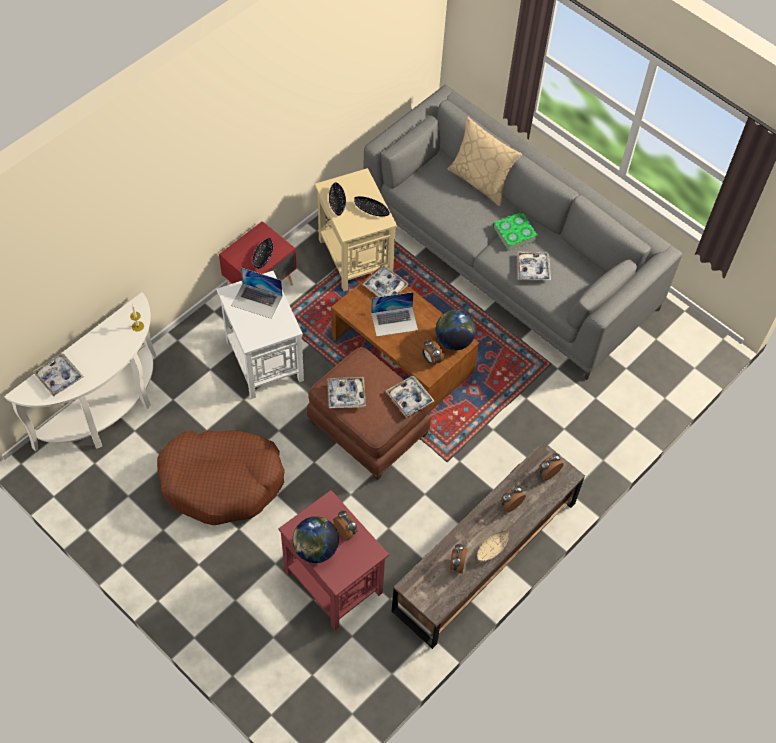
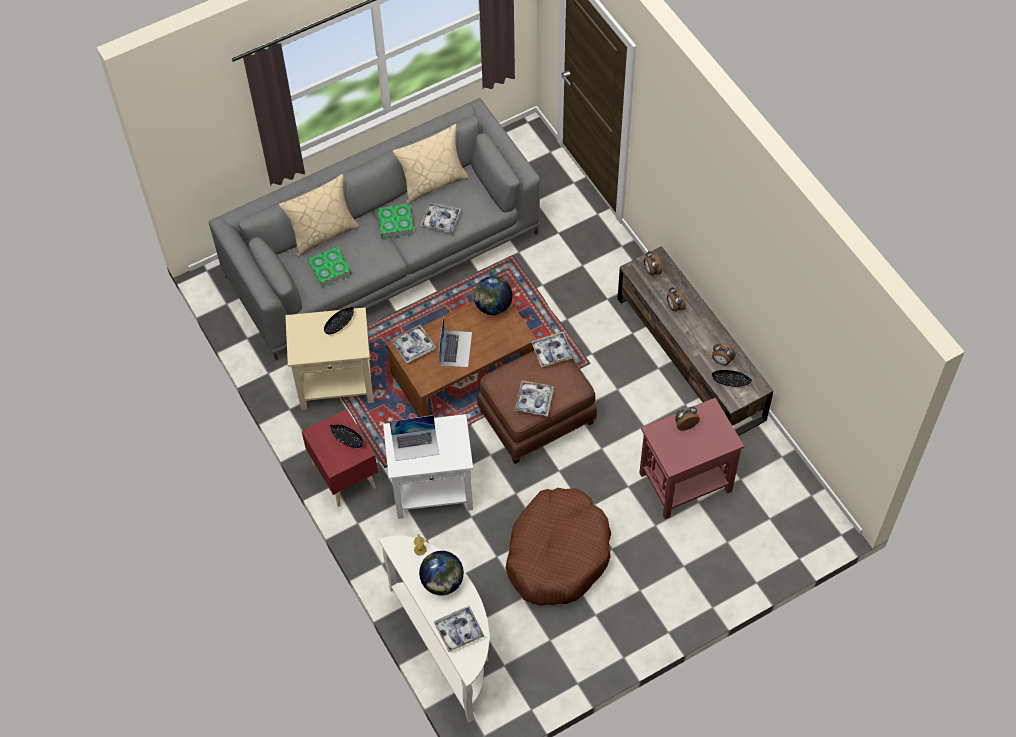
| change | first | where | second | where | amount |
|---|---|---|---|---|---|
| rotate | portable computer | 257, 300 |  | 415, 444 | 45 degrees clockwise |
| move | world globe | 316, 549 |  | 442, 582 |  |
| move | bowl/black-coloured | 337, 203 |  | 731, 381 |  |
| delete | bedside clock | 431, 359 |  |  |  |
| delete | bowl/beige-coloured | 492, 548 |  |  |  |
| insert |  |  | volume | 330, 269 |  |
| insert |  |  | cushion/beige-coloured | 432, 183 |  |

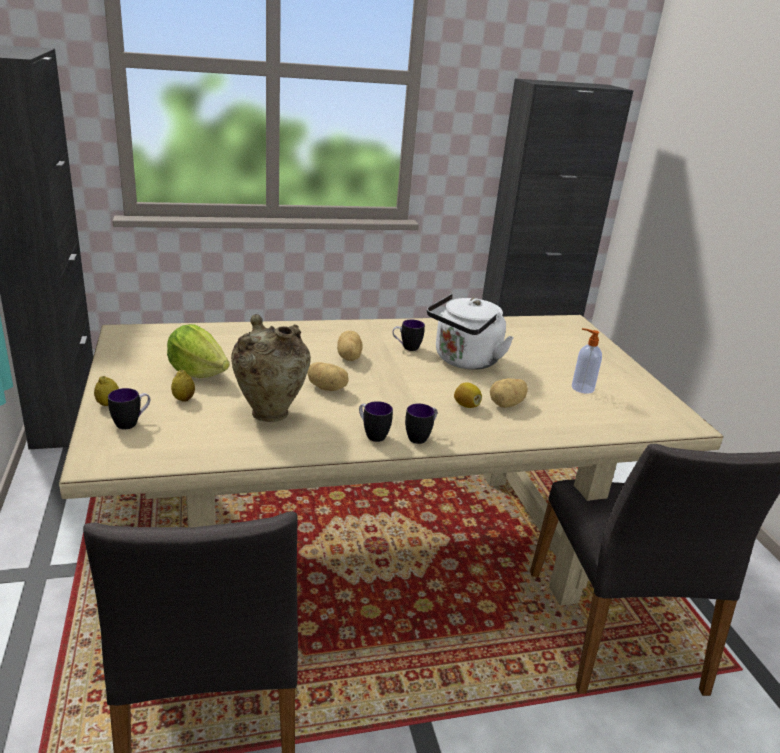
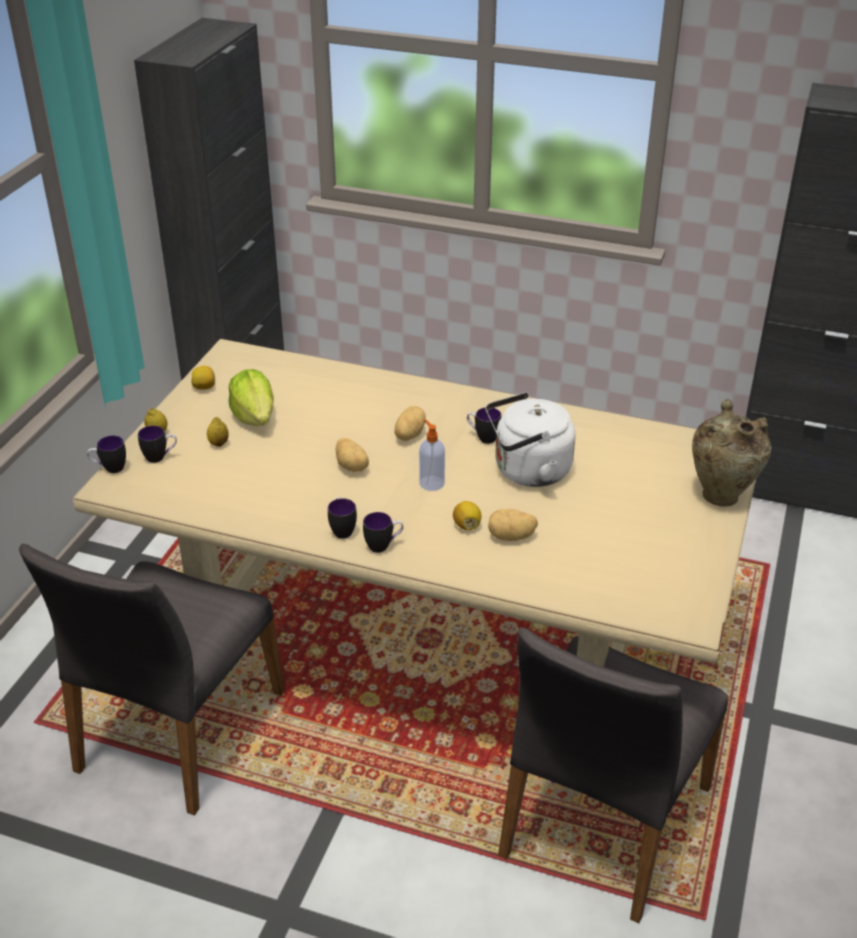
| change | first | where | second | where | amount |
|---|---|---|---|---|---|
| move | vase/beige-coloured | 270, 412 |  | 721, 494 |  |
| move | soap bottle | 581, 388 |  | 431, 483 |  |
| insert |  |  | mug | 109, 469 |  |
| insert |  |  | whole lemon | 204, 387 |  |

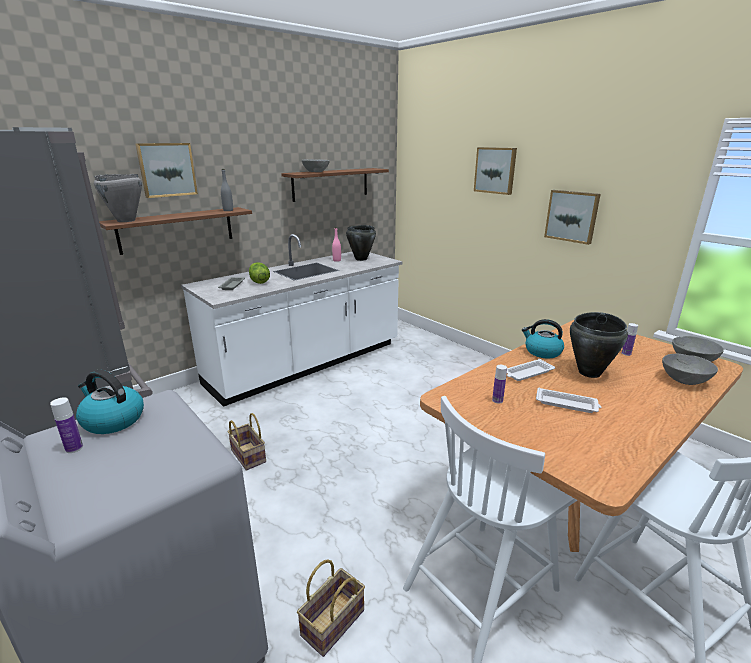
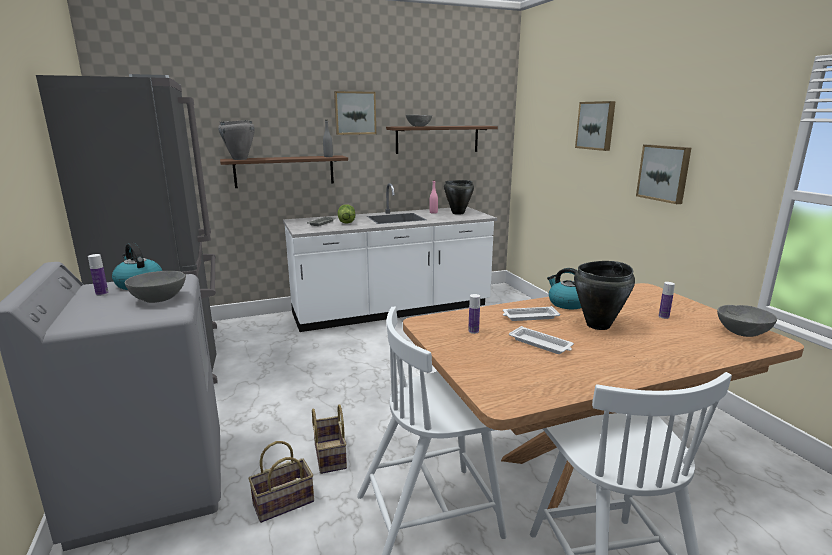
| change | first | where | second | where | amount |
|---|---|---|---|---|---|
| move | wall art | 167, 169 |  | 355, 113 |  |
| move | basket | 247, 456 |  | 329, 455 |  |
| move | bowl/grey | 684, 380 |  | 159, 299 |  |

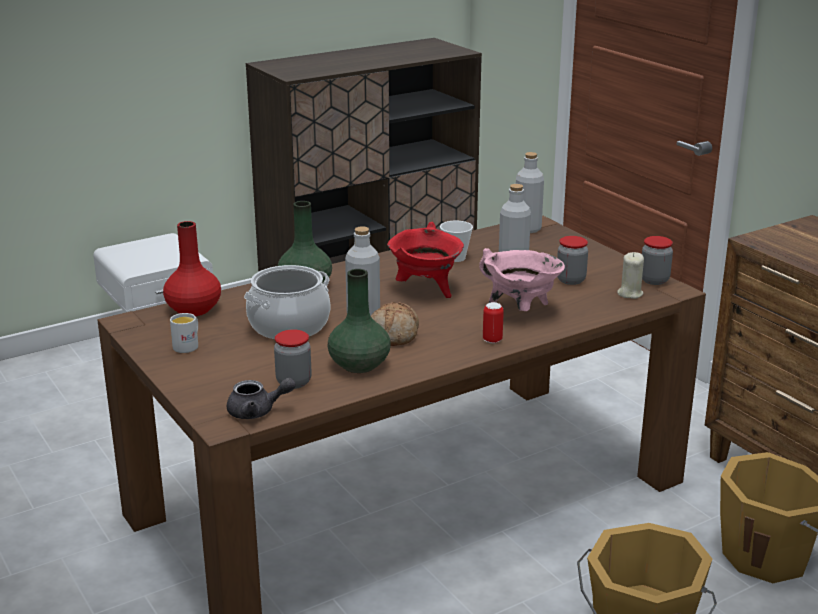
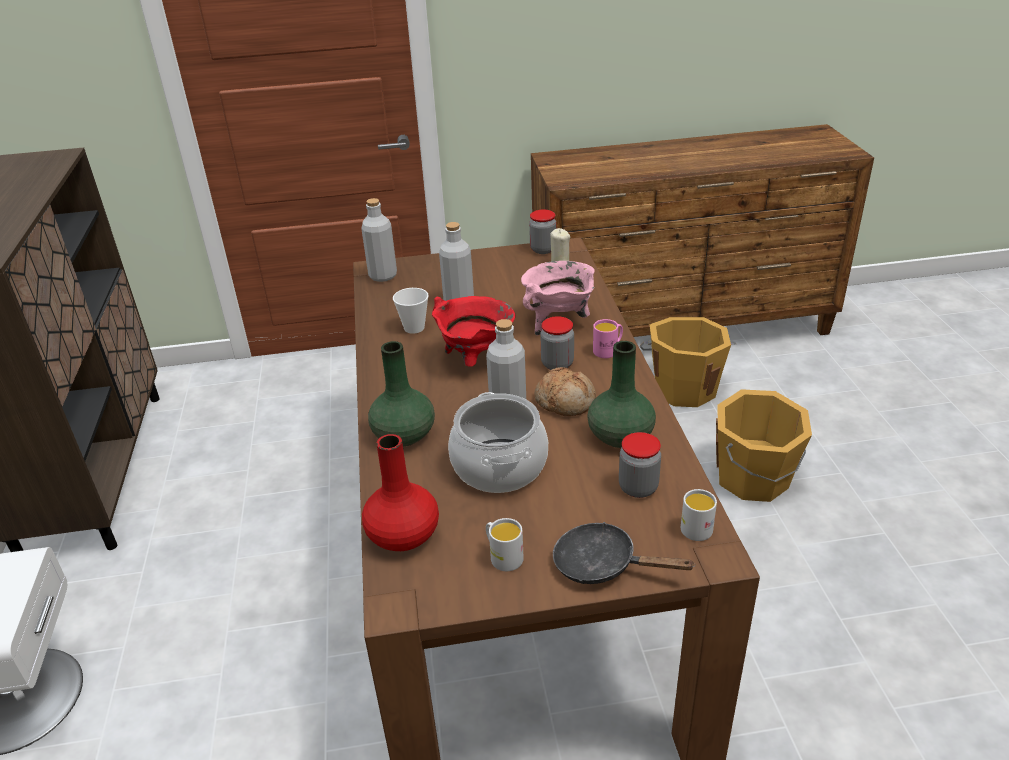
| change | first | where | second | where | amount |
|---|---|---|---|---|---|
| replace | tea pot/grey | 257, 411 | mug/whitish | 696, 525 |  |
| replace | metal can | 492, 340 | mug/pink | 608, 350 |  |
| move | jar | 571, 280 |  | 557, 364 |  |
| insert |  |  | pan/black-coloured | 603, 564 |  |

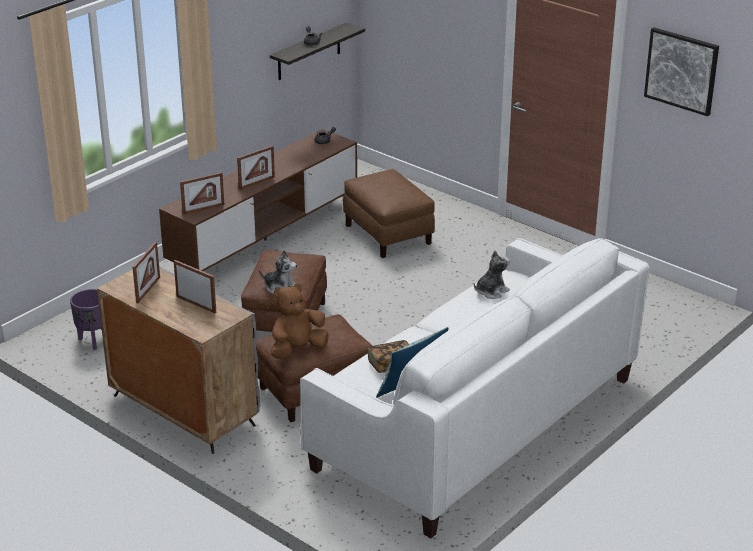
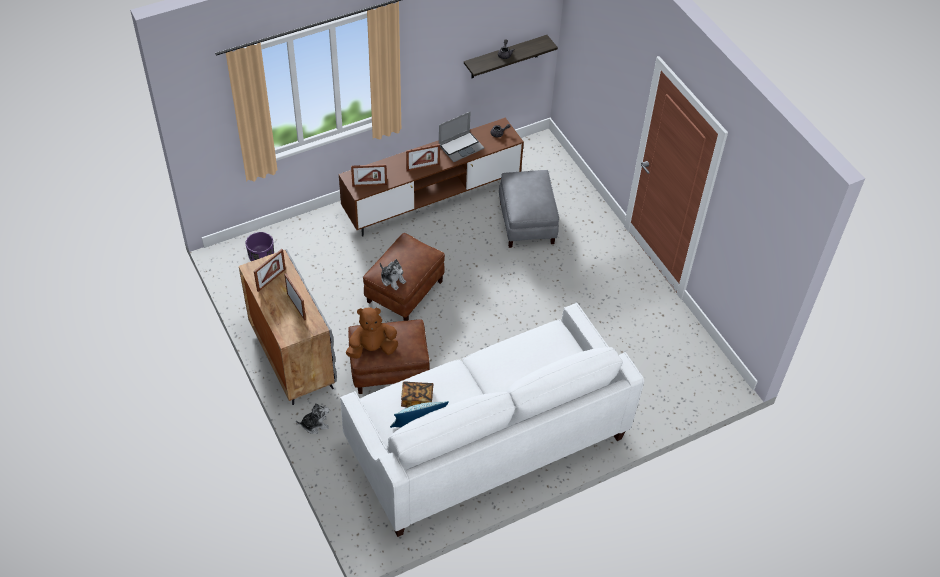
| change | first | where | second | where | amount |
|---|---|---|---|---|---|
| recolor | pouffe/brown | 388, 234 | pouffe/grey | 527, 223 |  |
| move | cuddly toy | 491, 291 |  | 315, 424 |  |
| delete | wall art | 681, 70 |  |  |  |
| insert |  |  | portable computer | 461, 147 |  |

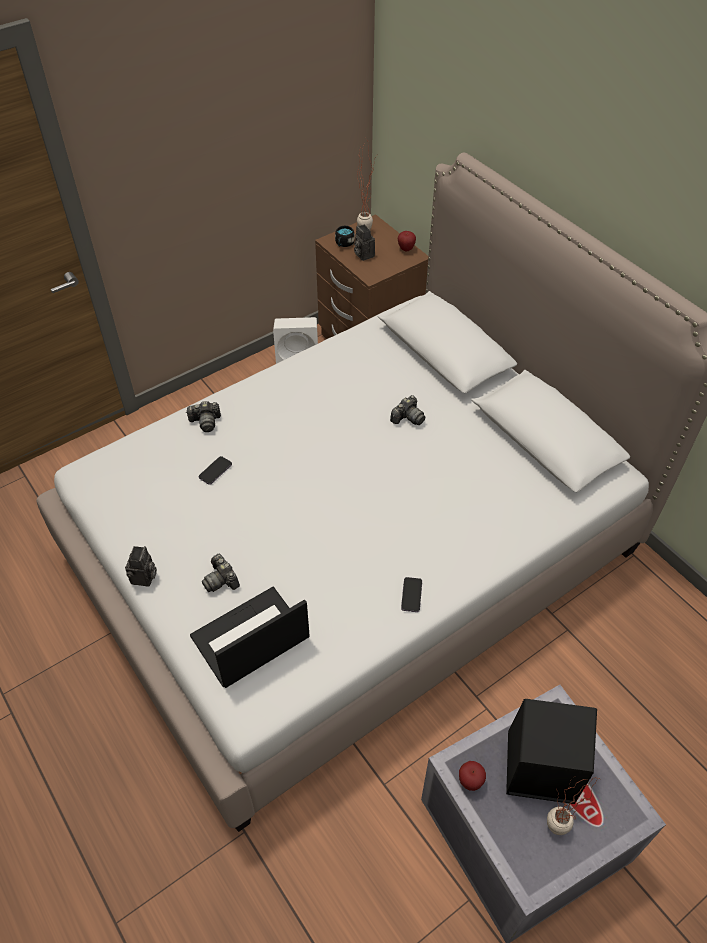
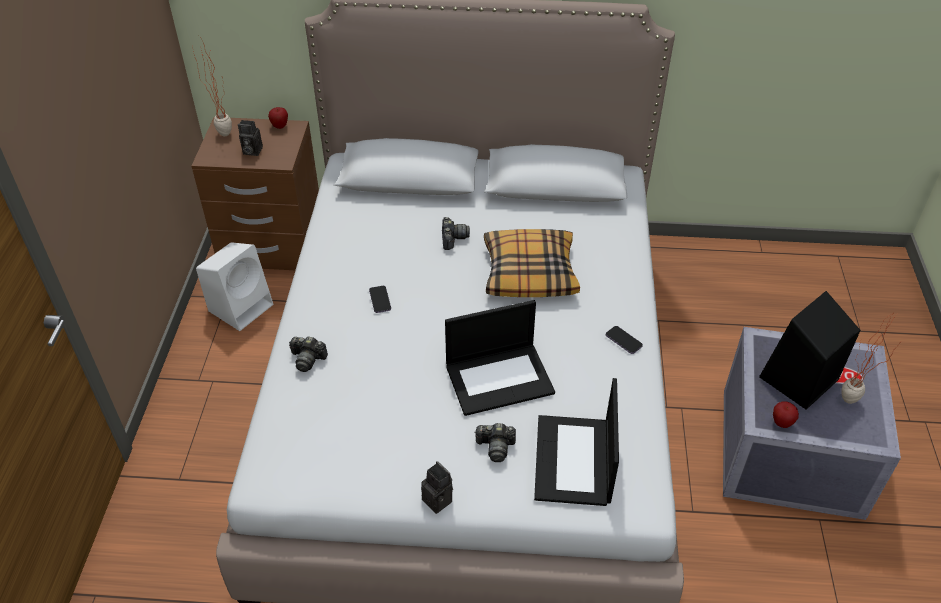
| change | first | where | second | where | amount |
|---|---|---|---|---|---|
| rotate | still camera | 205, 422 |  | 308, 359 | 75 degrees clockwise |
| move | handset | 215, 471 |  | 380, 300 |  |
| delete | mug/black-coloured | 343, 244 |  |  |  |
| insert |  |  | portable computer | 500, 378 |  |
| insert |  |  | cushion | 529, 272 |  |

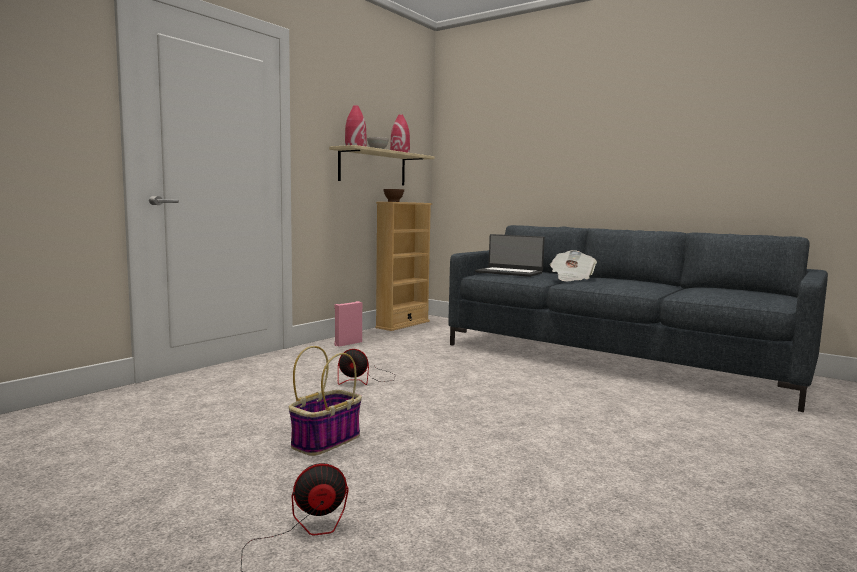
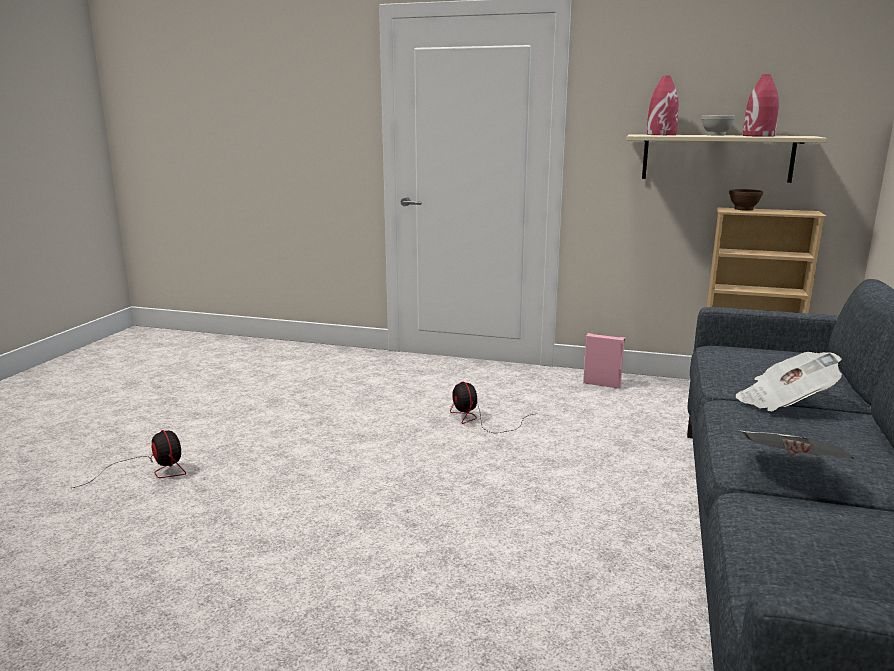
| change | first | where | second | where | amount |
|---|---|---|---|---|---|
| delete | basket | 326, 440 |  |  |  |
| delete | portable computer | 509, 272 |  |  |  |
| insert |  |  | newspaper | 790, 471 |  |

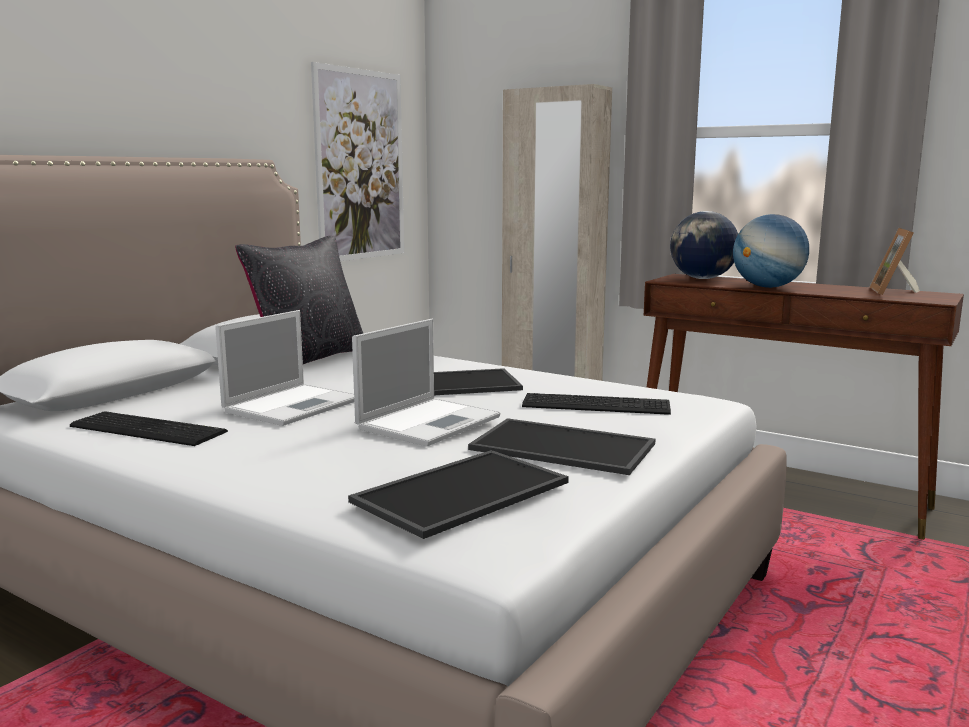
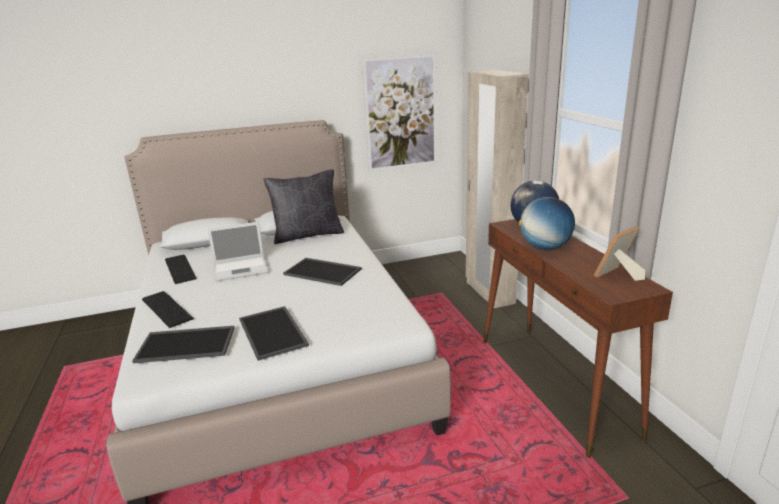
| change | first | where | second | where | amount |
|---|---|---|---|---|---|
| delete | portable computer | 430, 422 |  |  |  |
| move | computer keyboard | 594, 404 |  | 168, 308 |  |

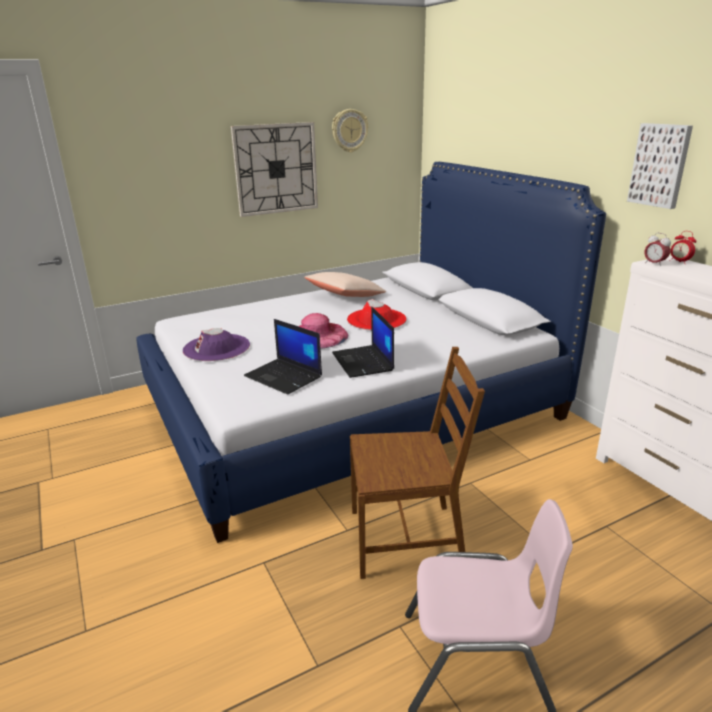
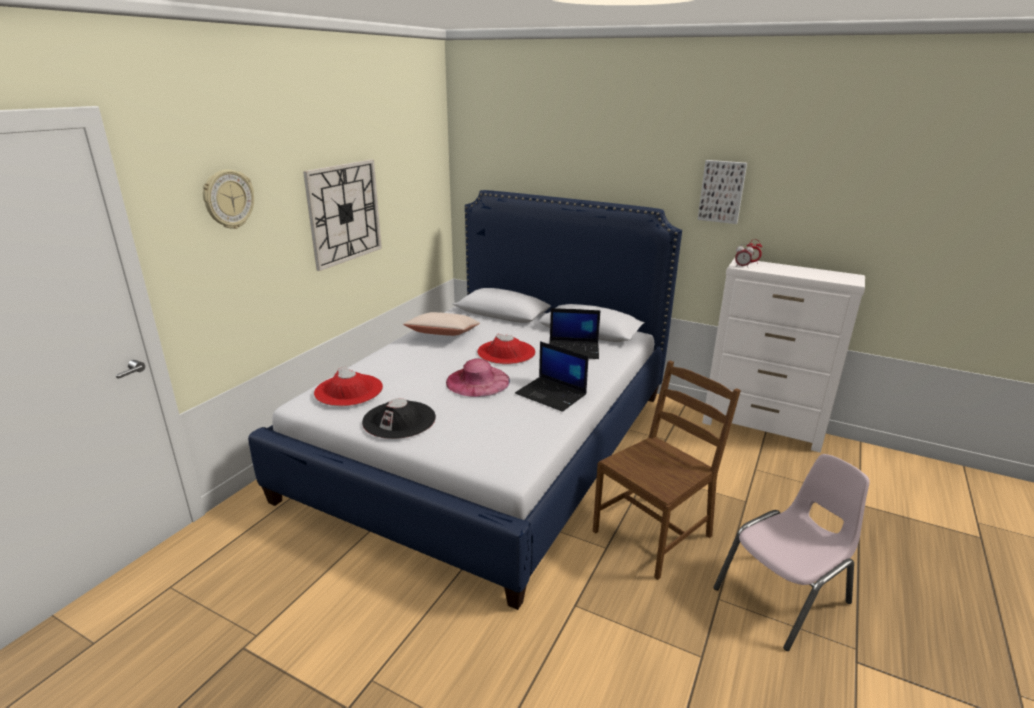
| change | first | where | second | where | amount |
|---|---|---|---|---|---|
| recolor | wearable hat/purple | 216, 348 | wearable hat/black-coloured | 399, 420 |  |
| move | portable computer | 284, 376 |  | 574, 350 |  |
| move | clock on the wall | 349, 130 |  | 228, 199 |  |
| insert |  |  | wearable hat/reddish | 348, 390 |  |

